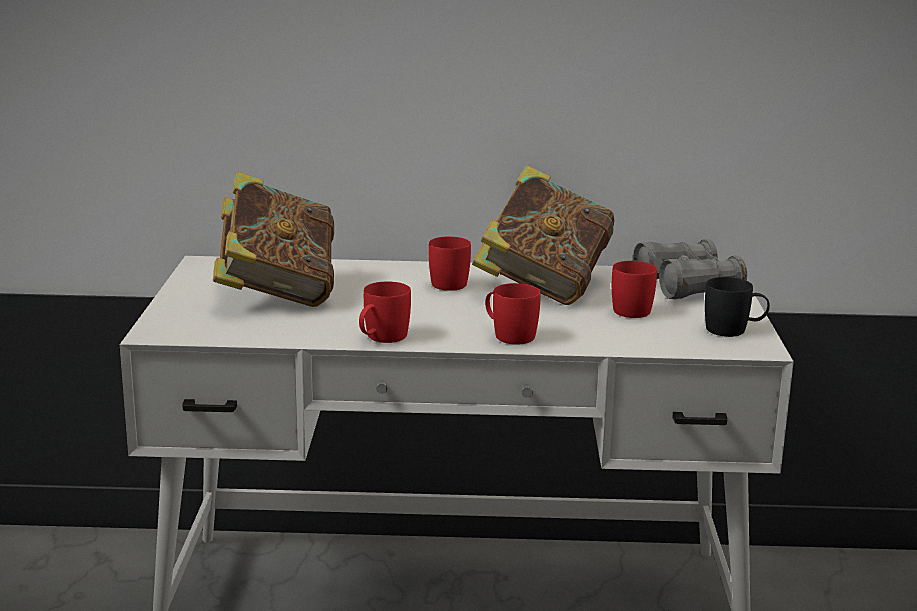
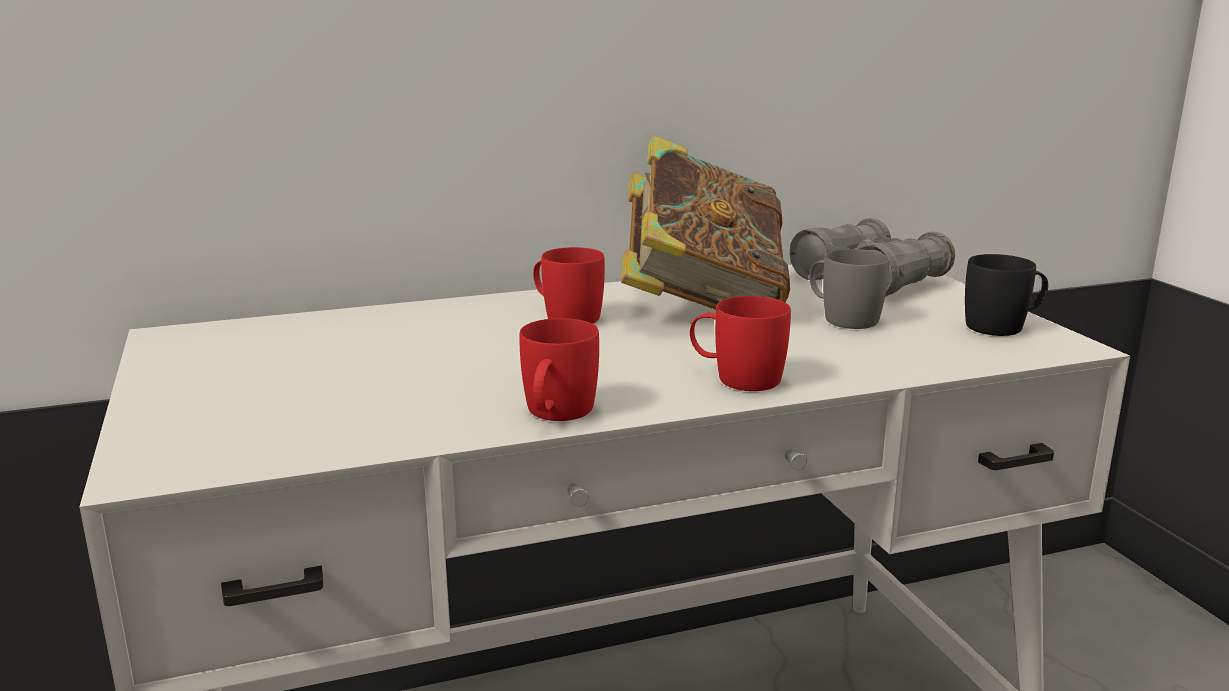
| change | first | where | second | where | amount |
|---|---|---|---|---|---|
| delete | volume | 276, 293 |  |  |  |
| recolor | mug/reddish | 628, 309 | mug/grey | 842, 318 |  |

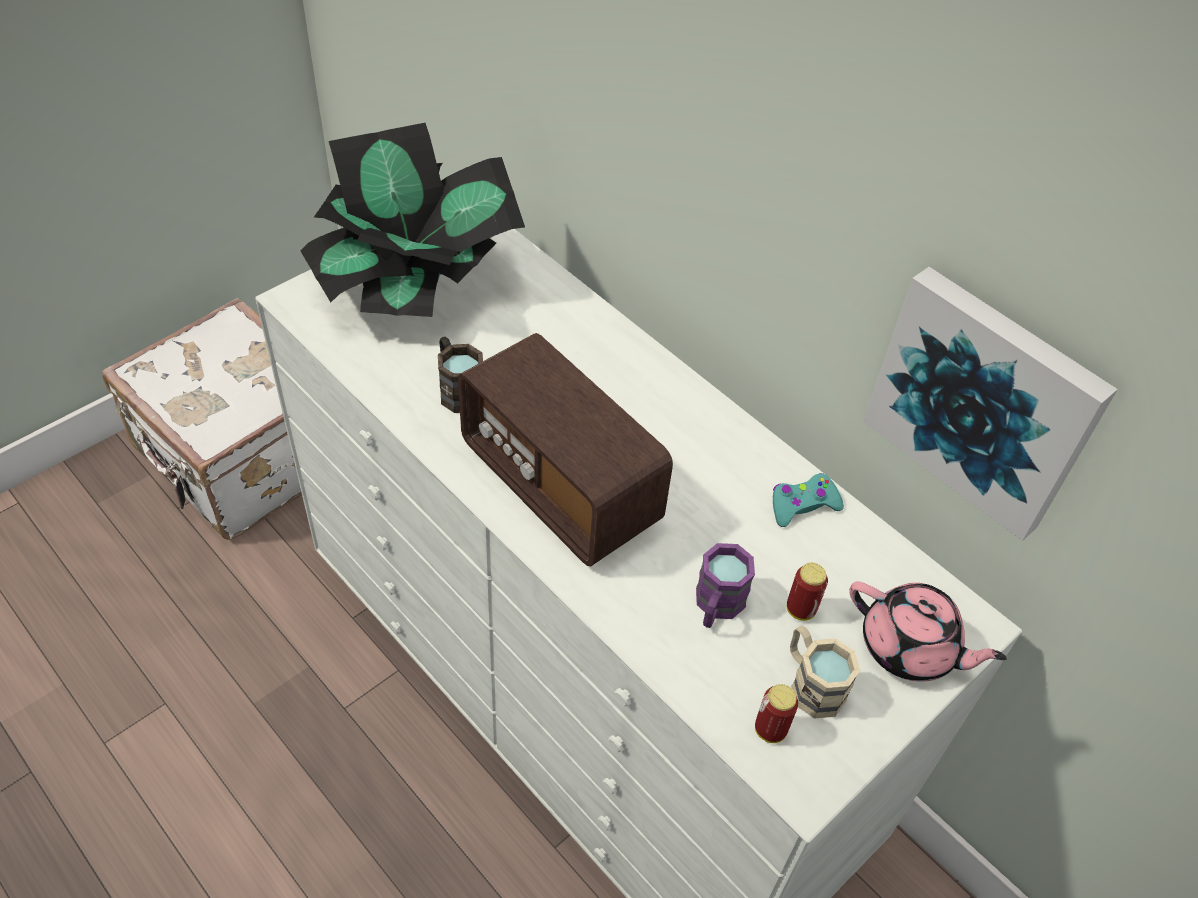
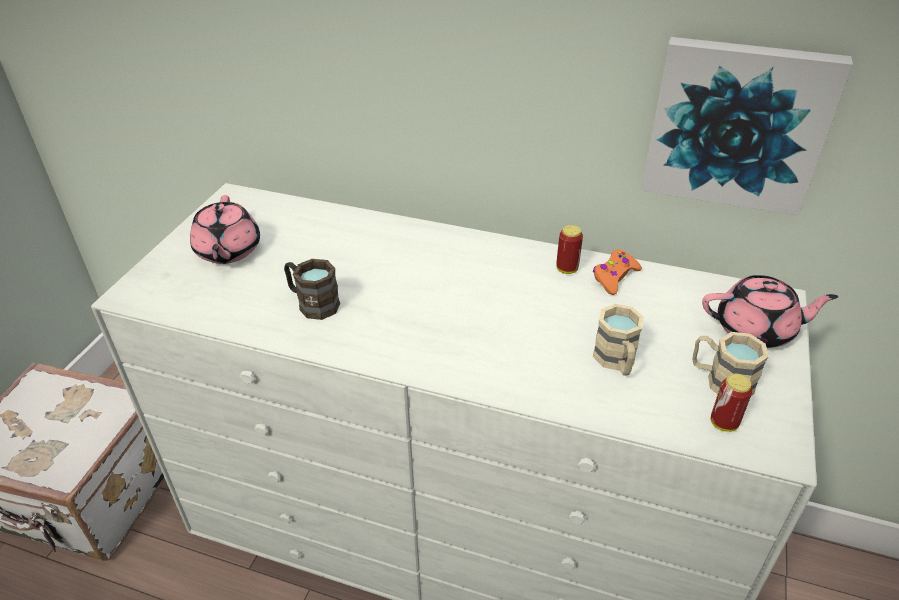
| change | first | where | second | where | amount |
|---|---|---|---|---|---|
| replace | potted plant | 416, 286 | tea pot/pink | 228, 251 |  |
| delete | radio | 560, 484 |  |  |  |
| recolor | mug/purple | 716, 606 | mug/beige-coloured | 616, 362 |  |
| recolor | joypad/turquoise | 802, 505 | joypad/orangey | 614, 277 |  |
| move | metal can | 800, 610 |  | 567, 269 |  |

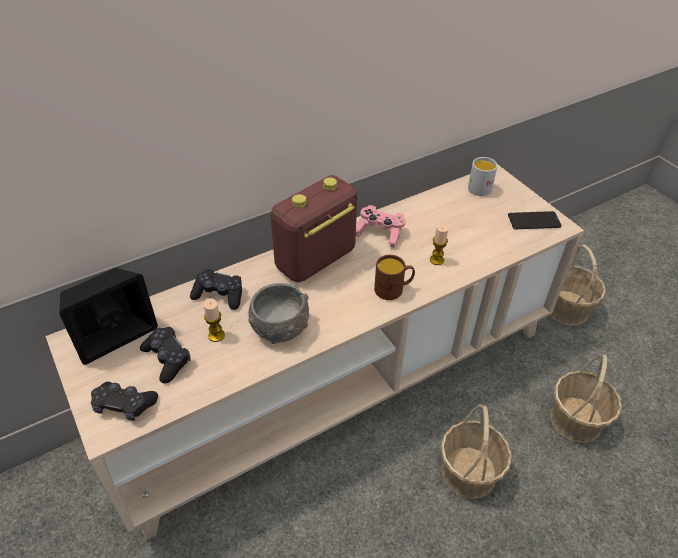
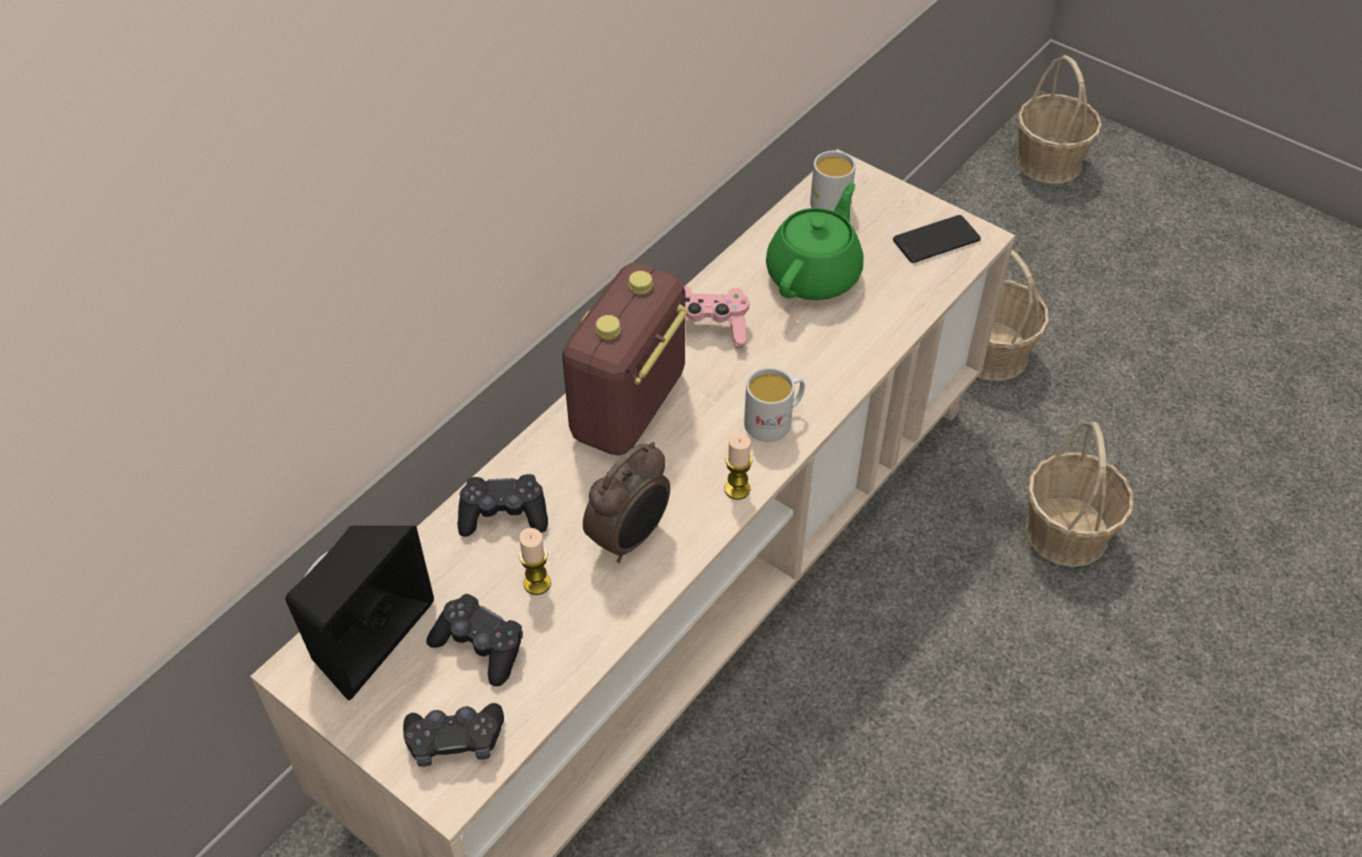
| change | first | where | second | where | amount |
|---|---|---|---|---|---|
| replace | bowl/grey | 280, 327 | bedside clock | 630, 538 |  |
| recolor | mug/brown | 393, 289 | mug/whitish | 775, 421 |  |
| move | wax light | 436, 260 |  | 737, 489 |  |
| move | basket | 469, 472 |  | 1049, 161 |  |
| insert |  |  | tea pot/greenish | 814, 274 |  |

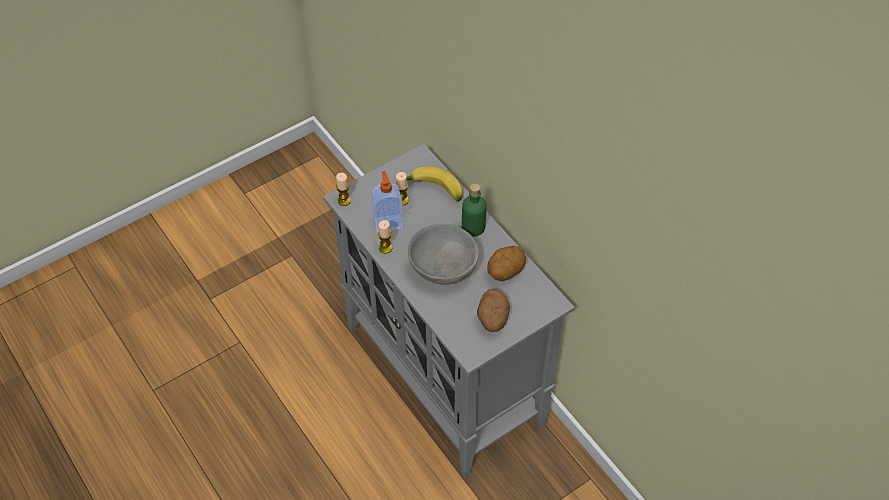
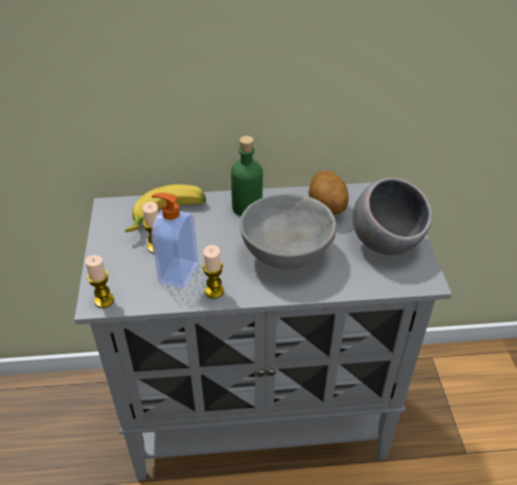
| change | first | where | second | where | amount |
|---|---|---|---|---|---|
| replace | whole potato | 492, 319 | bowl/grey | 385, 242 |  |

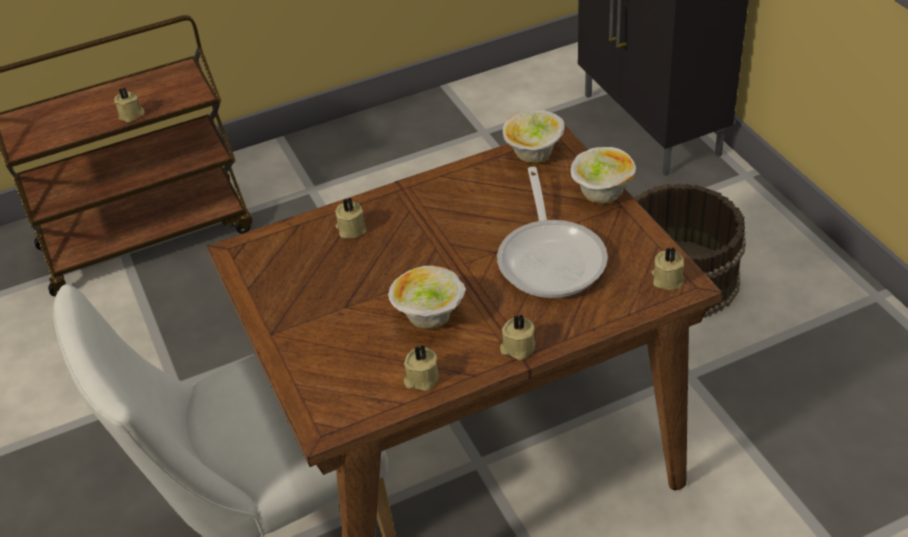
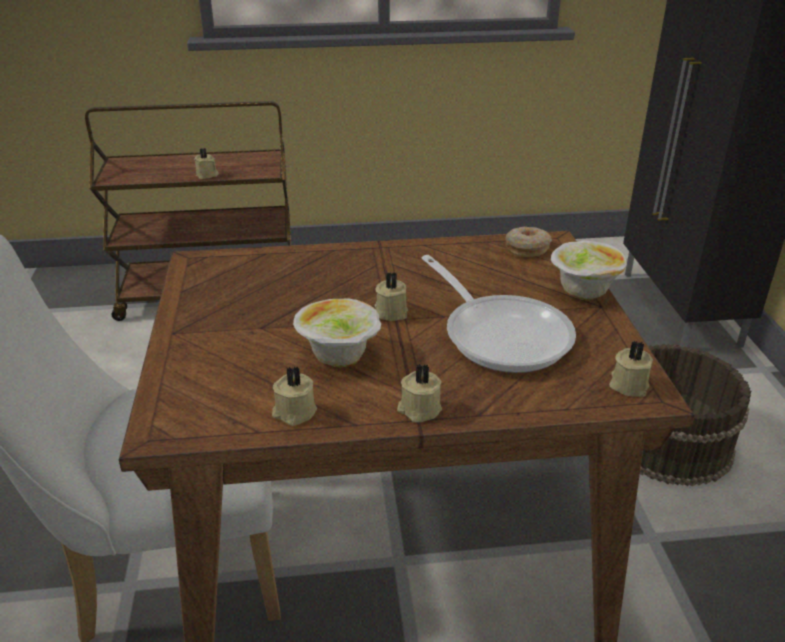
| change | first | where | second | where | amount |
|---|---|---|---|---|---|
| move | wax light/beige-coloured | 351, 229 |  | 390, 312 |  |
| rotate | pan | 551, 258 |  | 501, 334 | 45 degrees counterclockwise |
| replace | bowl | 535, 156 | ring doughnut | 527, 248 |  |

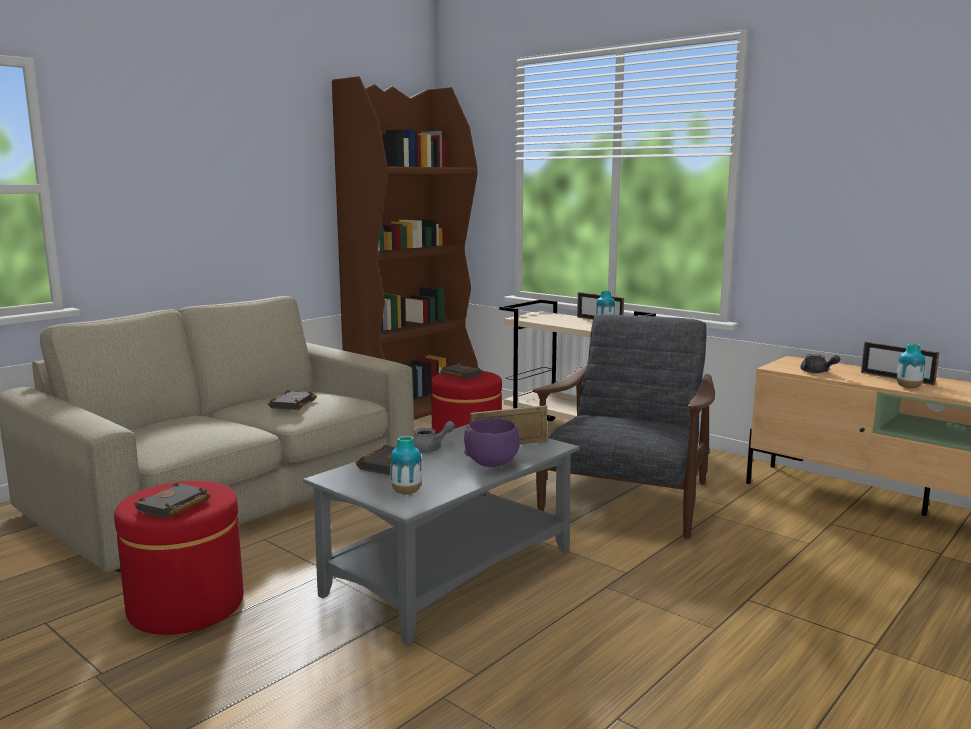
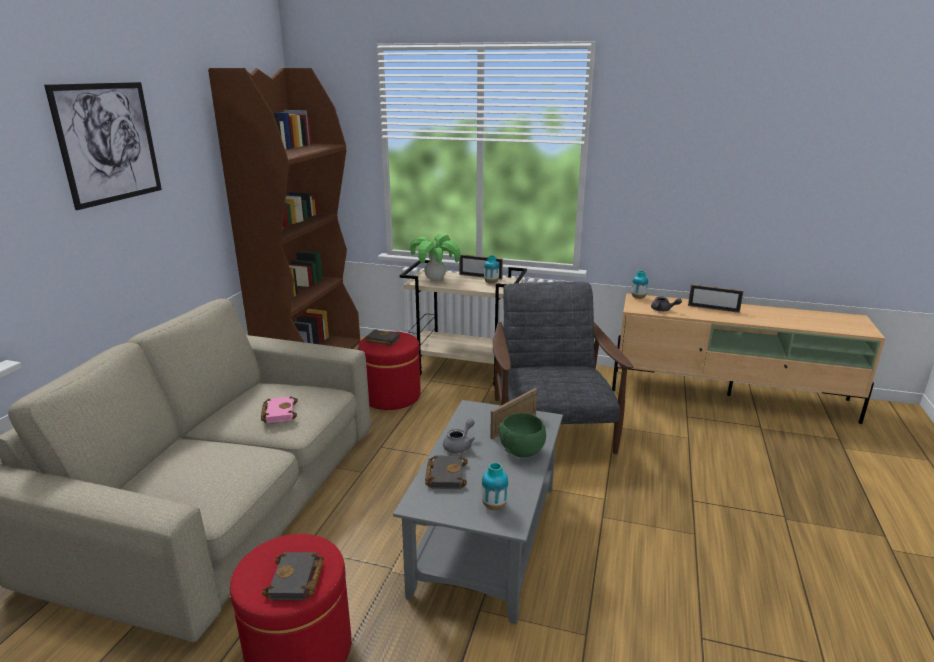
| change | first | where | second | where | amount |
|---|---|---|---|---|---|
| recolor | volume/black-coloured | 291, 404 | volume/pink | 278, 412 |  |
| recolor | bowl/purple | 492, 463 | bowl/greenish | 522, 451 |  |
| move | vase | 908, 387 |  | 638, 298 |  |
| insert |  |  | wall art | 108, 143 |  |
| insert |  |  | potted plant | 435, 279 |  |

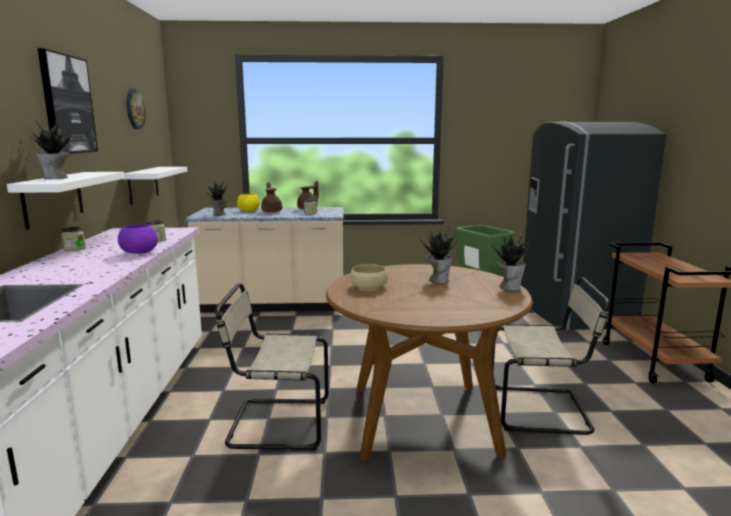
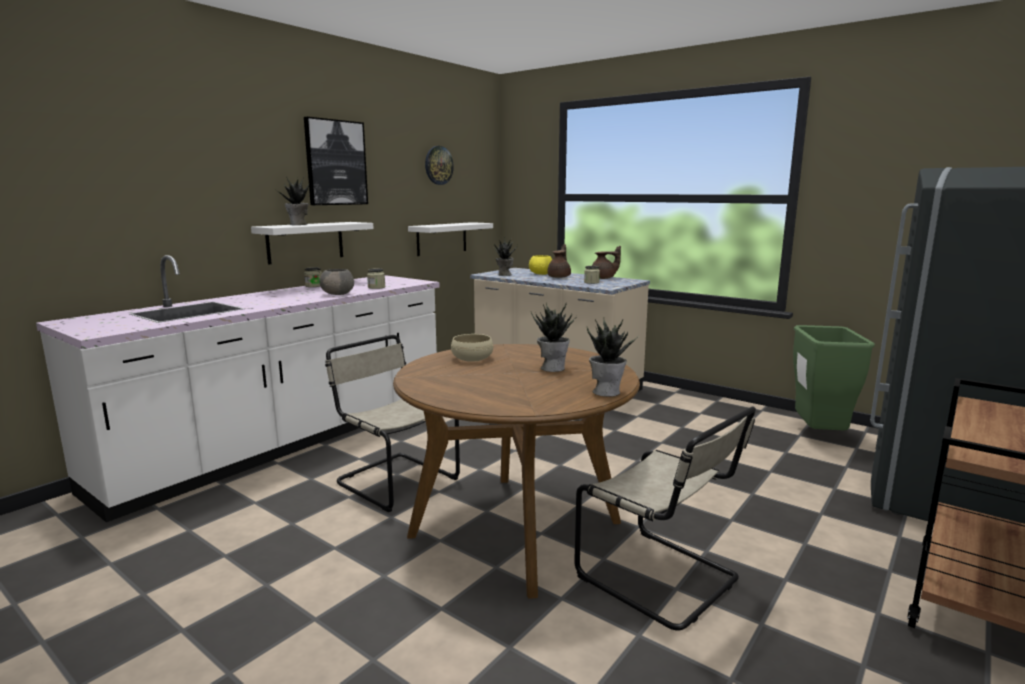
| change | first | where | second | where | amount |
|---|---|---|---|---|---|
| recolor | bowl/purple | 140, 252 | bowl/grey | 338, 294 |  |

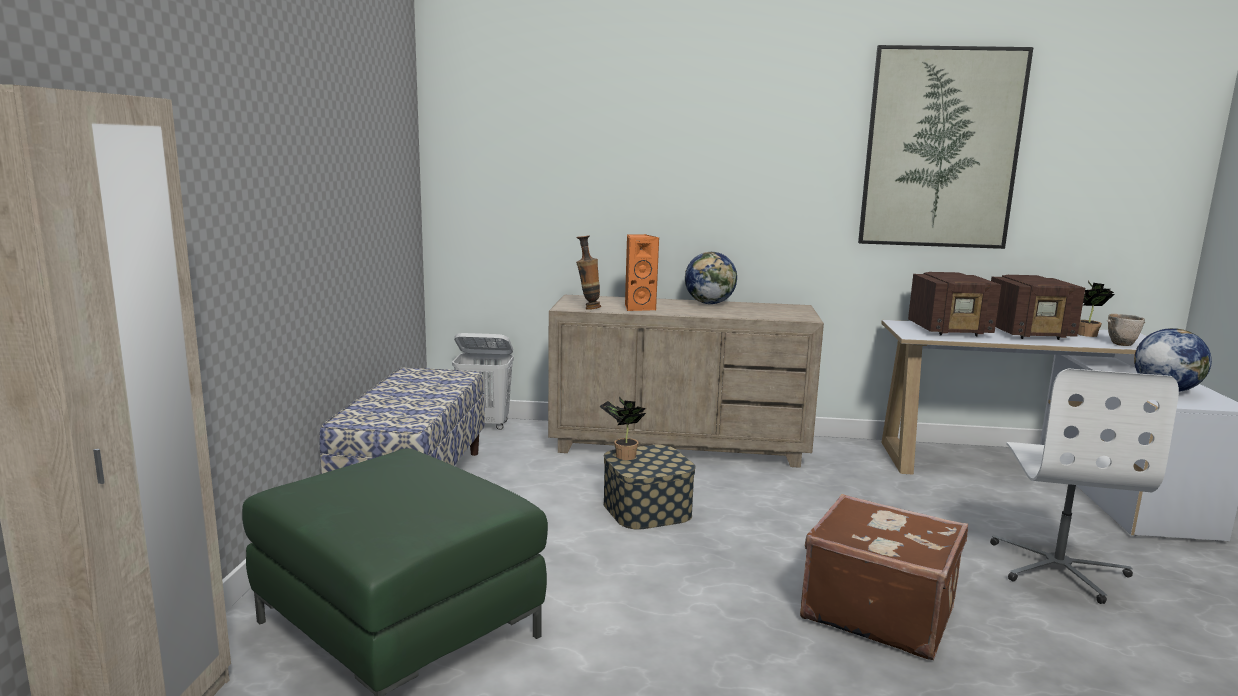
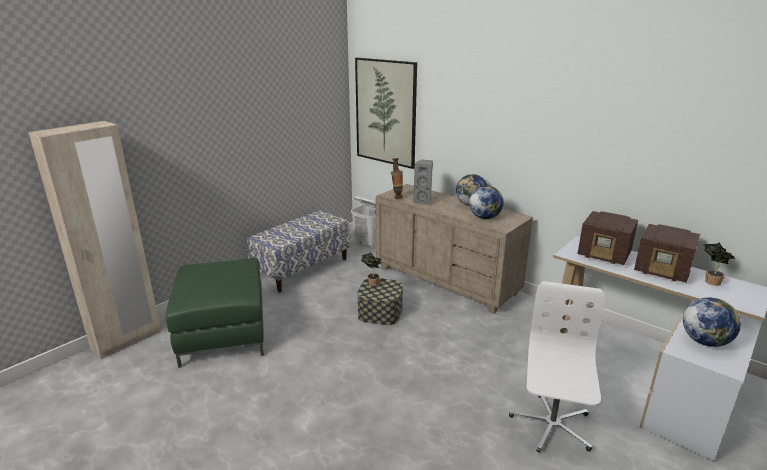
| change | first | where | second | where | amount |
|---|---|---|---|---|---|
| recolor | loudspeaker/orangey | 638, 308 | loudspeaker/grey | 423, 201 |  |
| delete | suitcase/brown | 878, 611 |  |  |  |
| move | wall art | 941, 149 |  | 385, 112 |  |
| rotate | office chair/whitish | 1058, 568 |  | 551, 425 | 150 degrees clockwise |
| delete | bowl | 1123, 344 |  |  |  |
| insert |  |  | world globe | 484, 217 |  |

